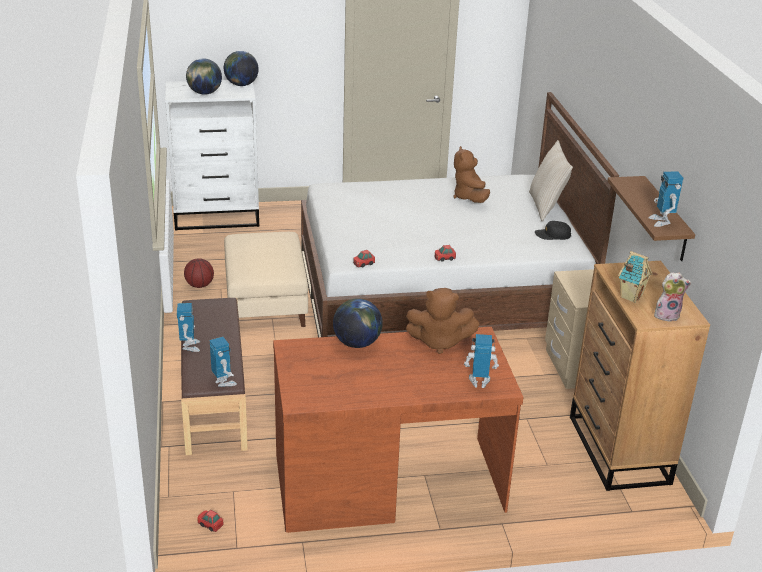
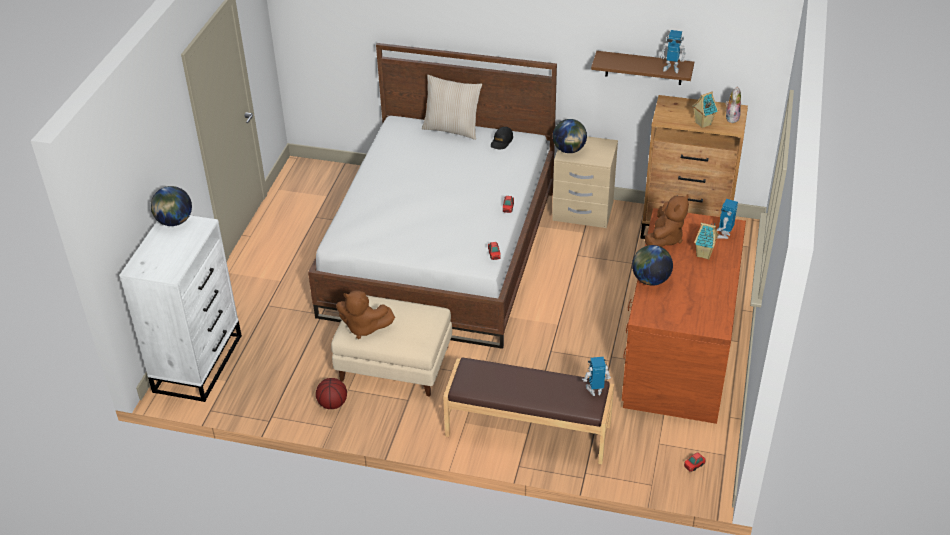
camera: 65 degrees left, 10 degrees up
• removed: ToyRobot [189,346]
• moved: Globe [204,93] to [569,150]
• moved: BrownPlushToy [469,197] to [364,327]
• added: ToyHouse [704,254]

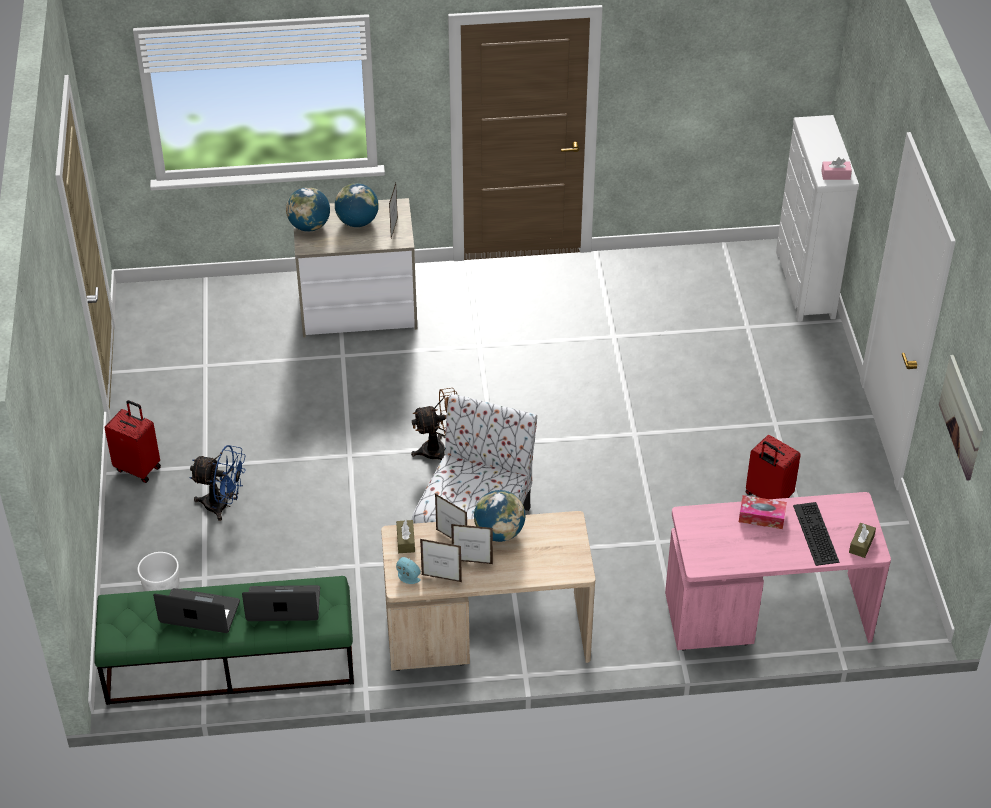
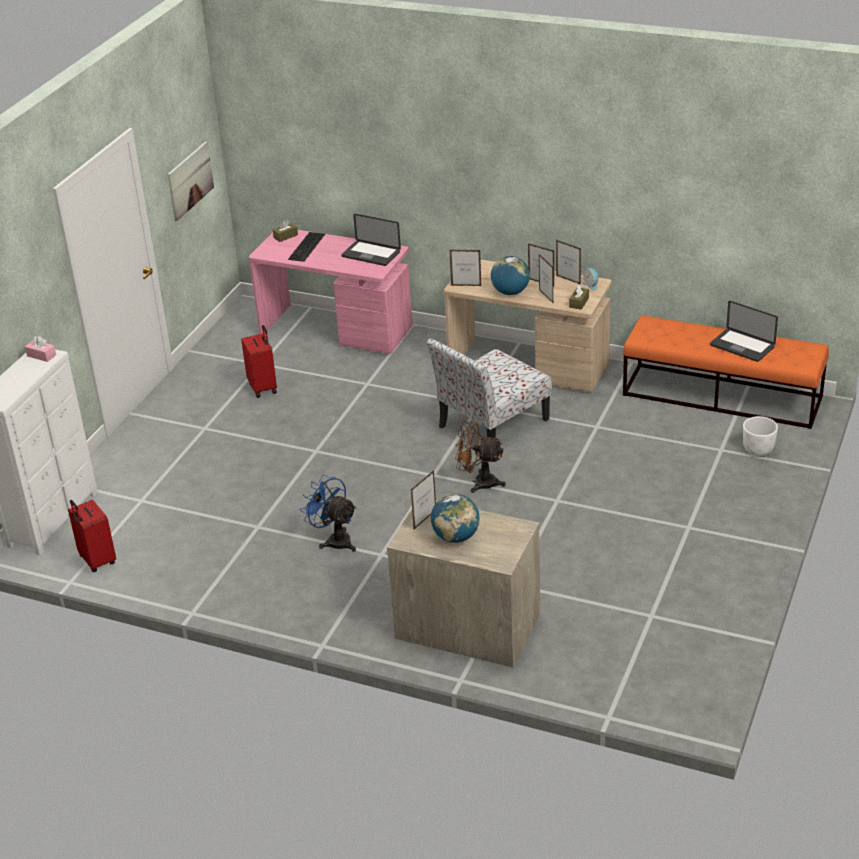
camera: 150 degrees left, 10 degrees down
• recoloured: GreenBench [229,664] to OrangeBench [722,396]
• moved: RedSuitcase [138,468] to [96,561]
• moved: BlueFan [223,505] to [334,540]
• moved: Laptop [283,605] to [371,254]
• removed: Globe [309,226]
• removed: TissueBox [761,517]
• added: PictureFrame [466,285]

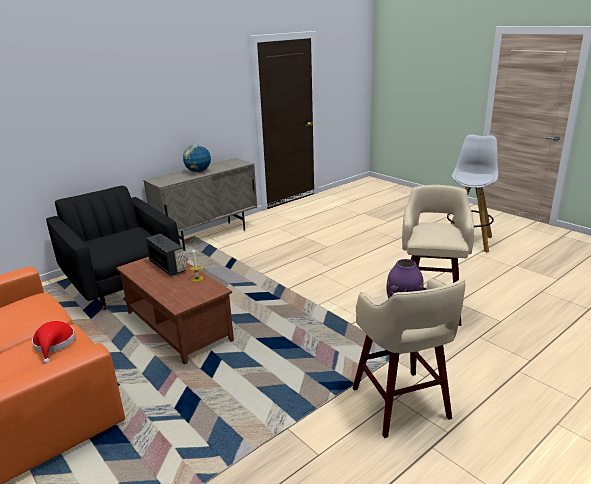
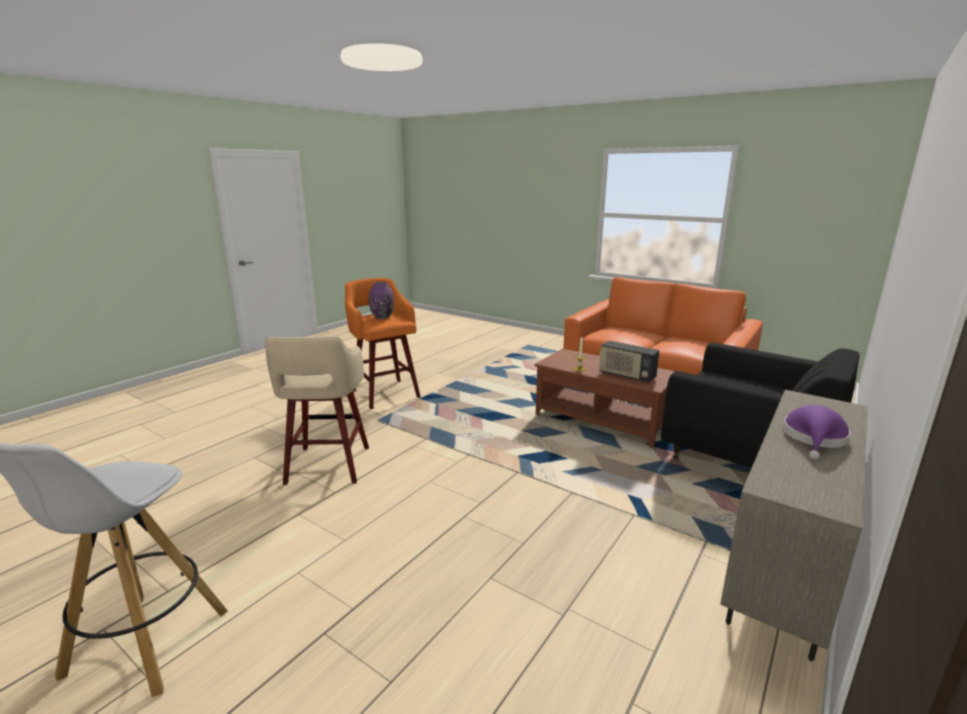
camera: 165 degrees right, 5 degrees down
• removed: RedHat [54,344]
• replaced: Globe [198,171] to PurpleHat [814,438]
• recoloured: BeigeStool [401,405] to OrangeStool [385,393]

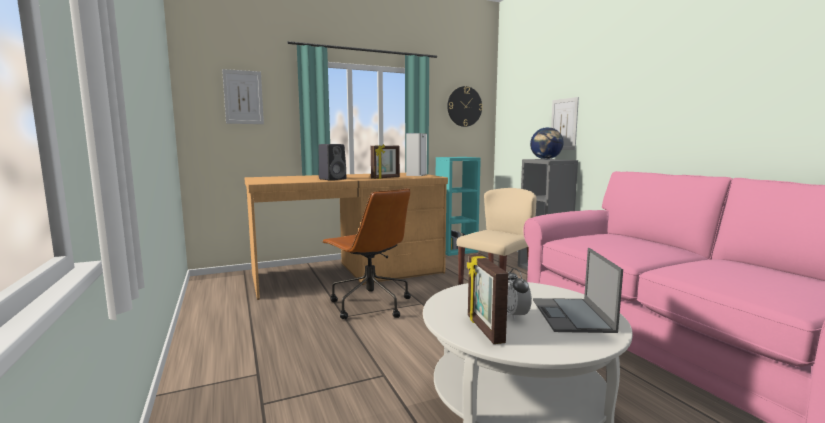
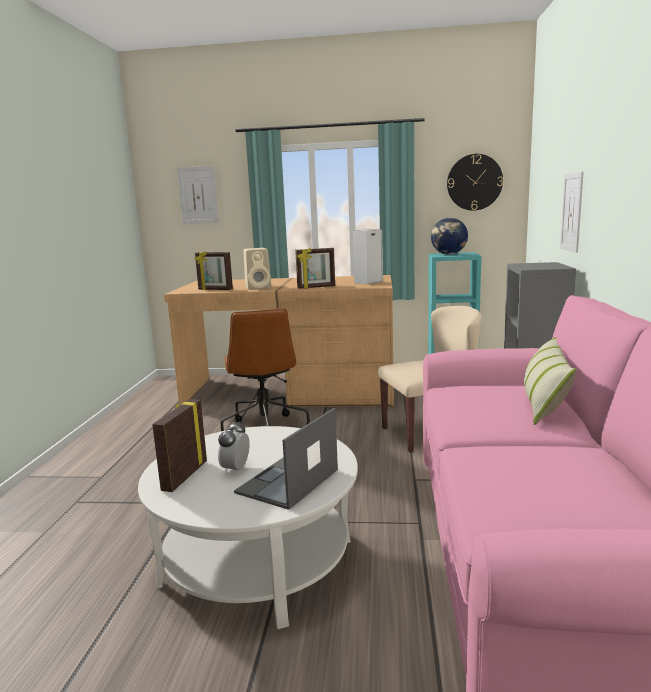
camera: 30 degrees right, 5 degrees up
• recoloured: BlackSpeaker [333,179] to BeigeSpeaker [259,287]
• moved: Globe [546,159] to [449,254]
• added: PictureFrame [215,290]
• added: Pillow [544,401]

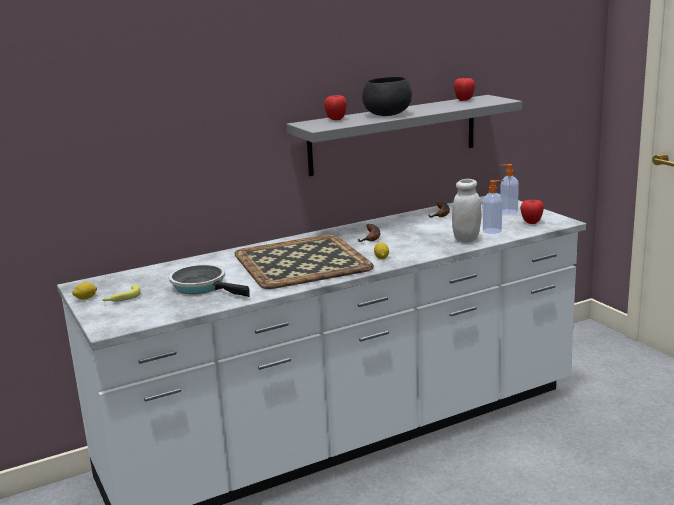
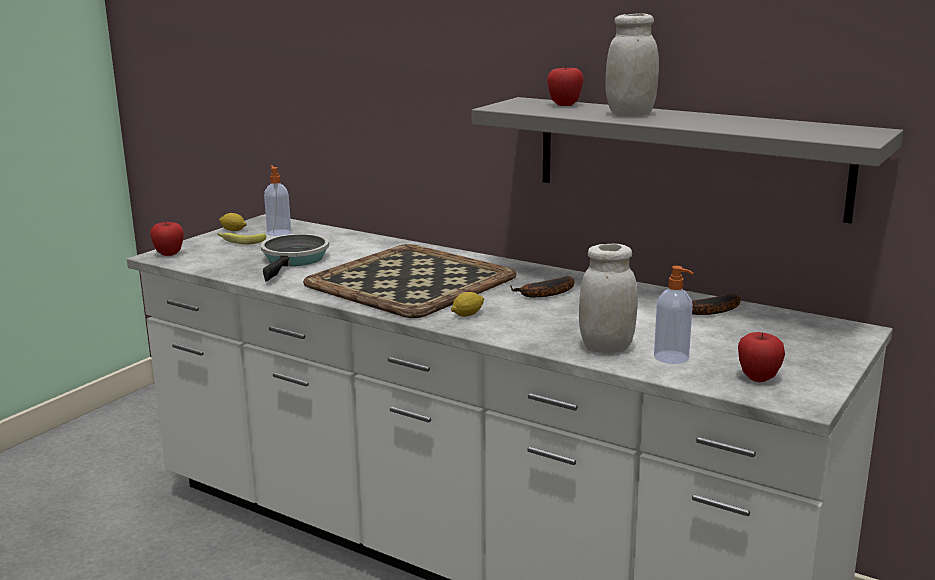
camera: 60 degrees right, 0 degrees up
• replaced: BlackBowl [386,114] to WhiteJar [630,114]
• moved: Apple [464,100] to [169,254]
• moved: SoapDispenser [508,211] to [279,232]

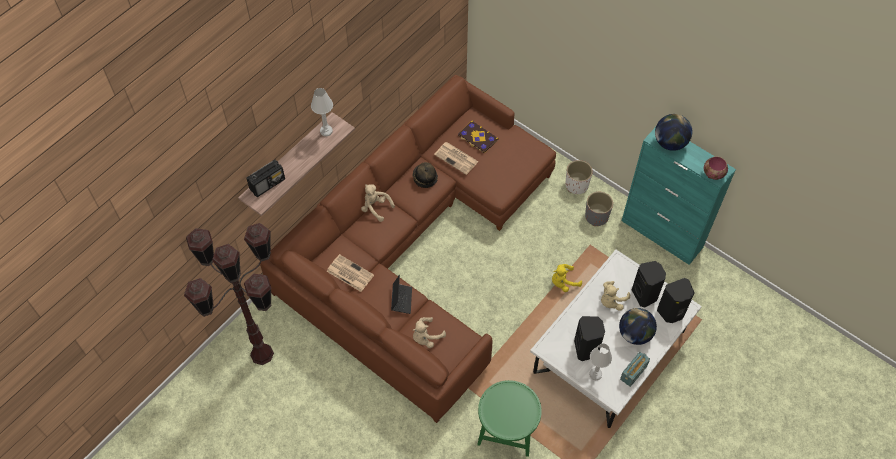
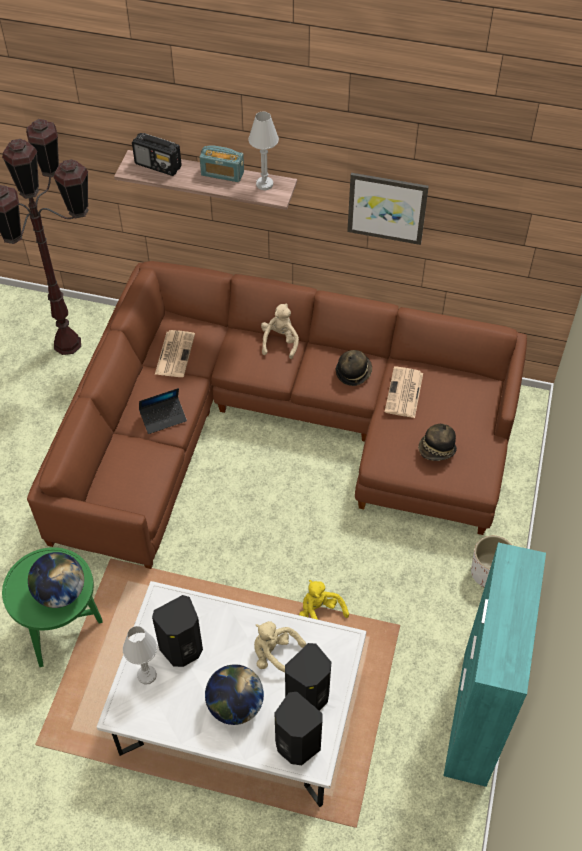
camera: 65 degrees right, 5 degrees down
• removed: BeigePlushToy [426,337]
• removed: Book [477,138]
• removed: GreyPlanter [596,216]
• moved: Radio [633,372] to [222,174]
• moved: Globe [670,143] to [60,592]
• removed: Bowl [713,174]
• added: Picture [387,207]
• added: Hat [436,450]

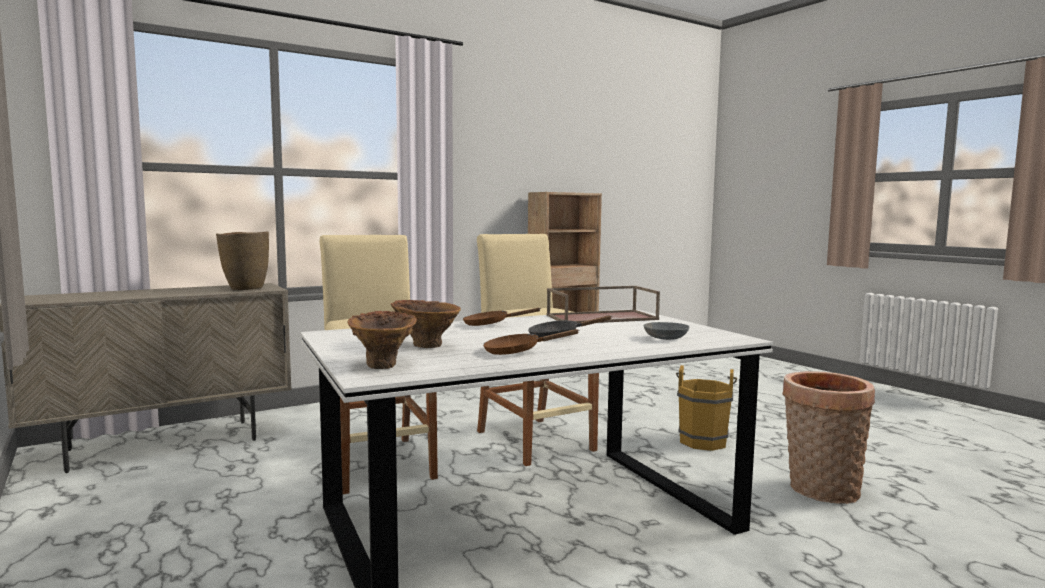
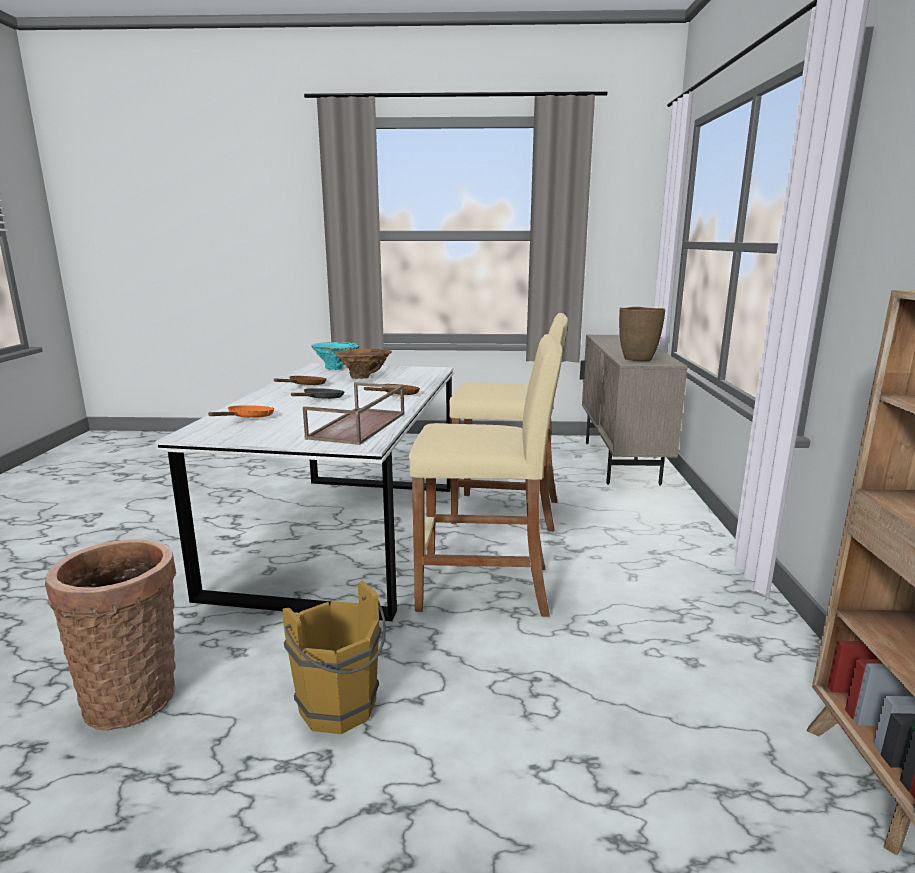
camera: 125 degrees right, 10 degrees up
• recoloured: BrownVase [384,364] to TurquoiseVase [337,369]
• replaced: GreyBowl [666,338] to OrangeFryingPan [248,418]

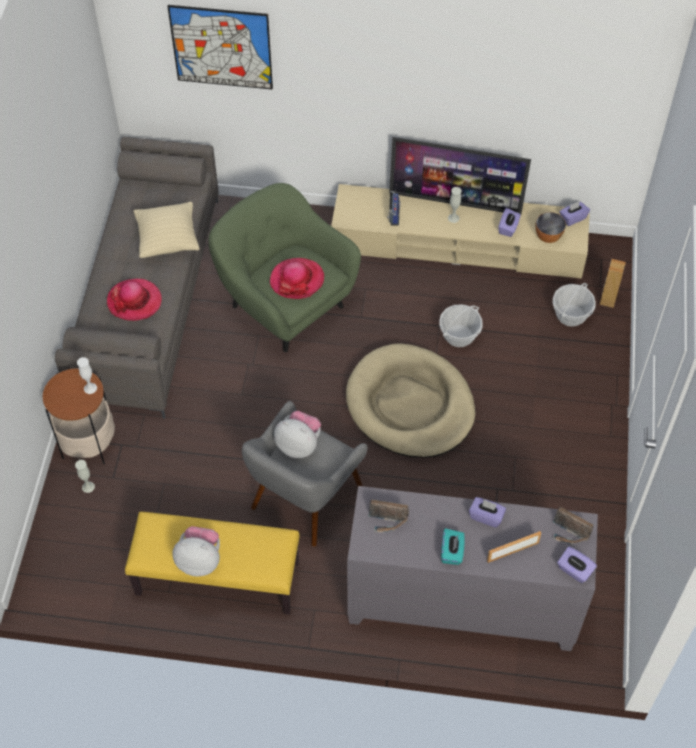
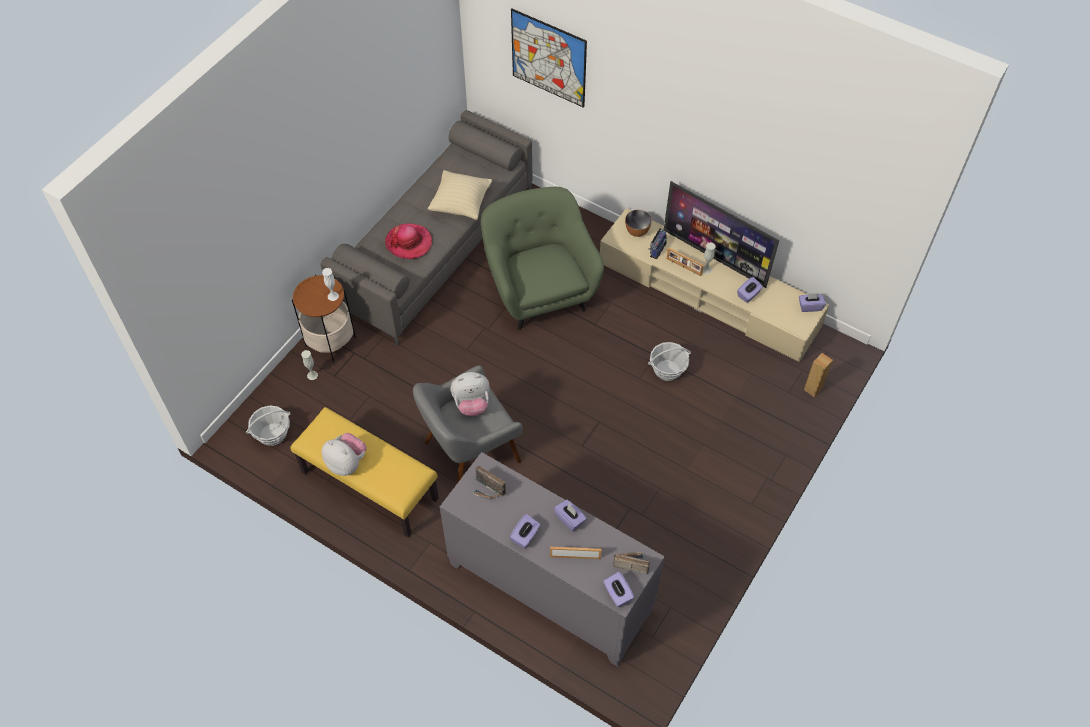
camera: 25 degrees right, 0 degrees up
• removed: Hat [297,280]
• turned: PlushToy [299,444] = [472,404] 120 degrees clockwise
• removed: BeigeDogBed [410,405]
• recoloured: TurquoiseTissueBox [452,552] to PurpleTissueBox [525,536]
• moved: Bowl [548,237] to [637,231]
• turned: Radio [569,534] = [630,563] 135 degrees clockwise
• moved: Basket [570,315] to [273,434]
• added: PictureFrame [683,267]

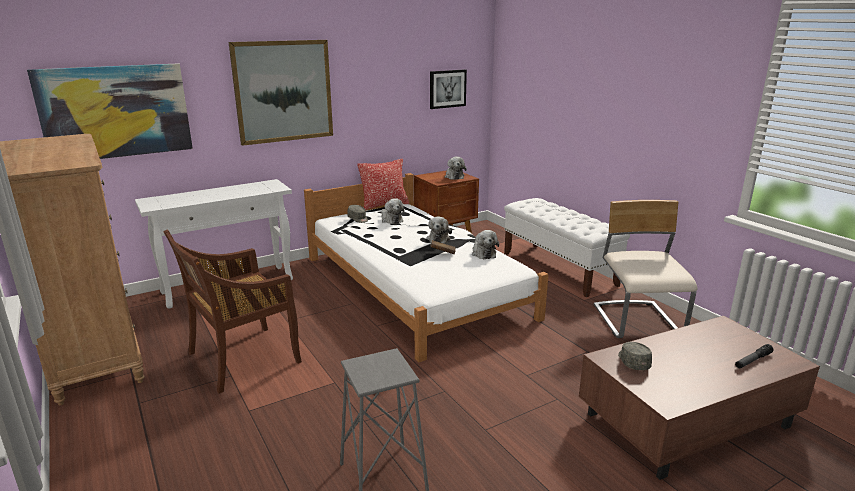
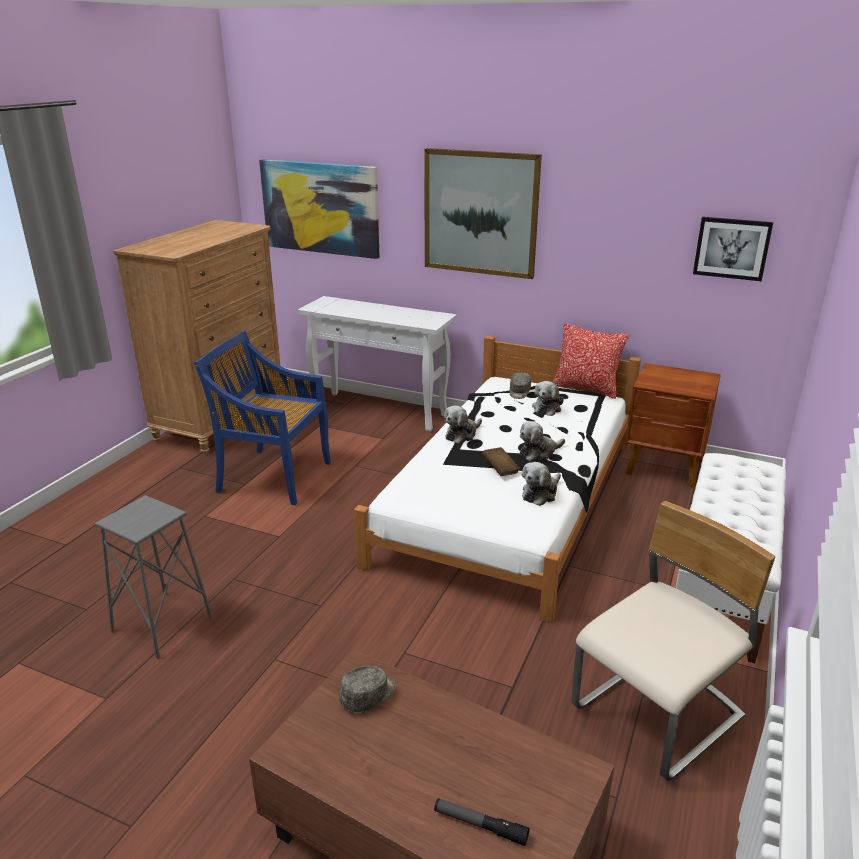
camera: 55 degrees right, 5 degrees up
• recoloured: BrownChair [242,359] to BlueChair [273,476]
• moved: PlushToy [454,176] to [462,434]

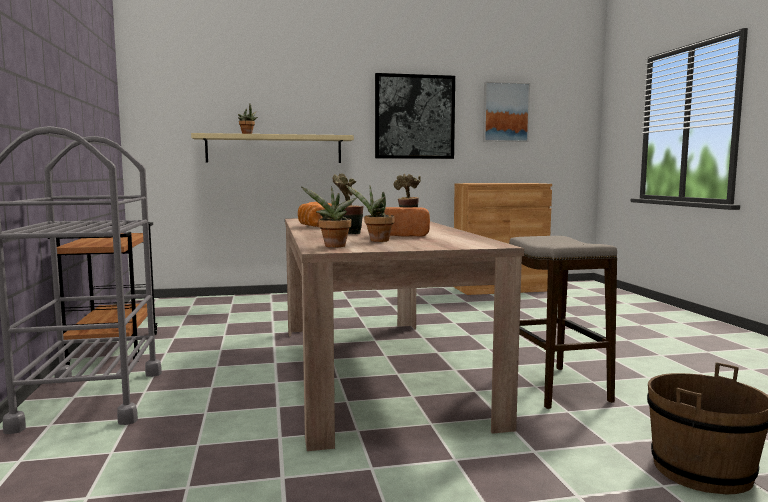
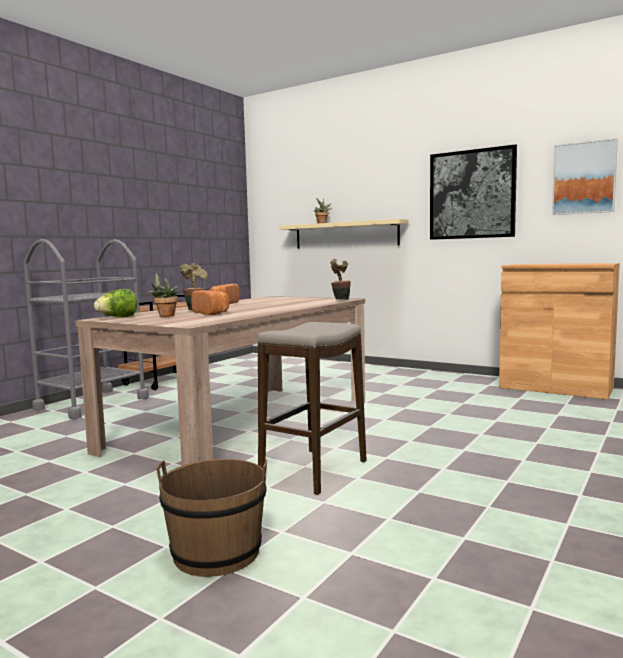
camera: 45 degrees right, 0 degrees up
• replaced: PottedPlant [333,246] to Lettuce [118,317]

